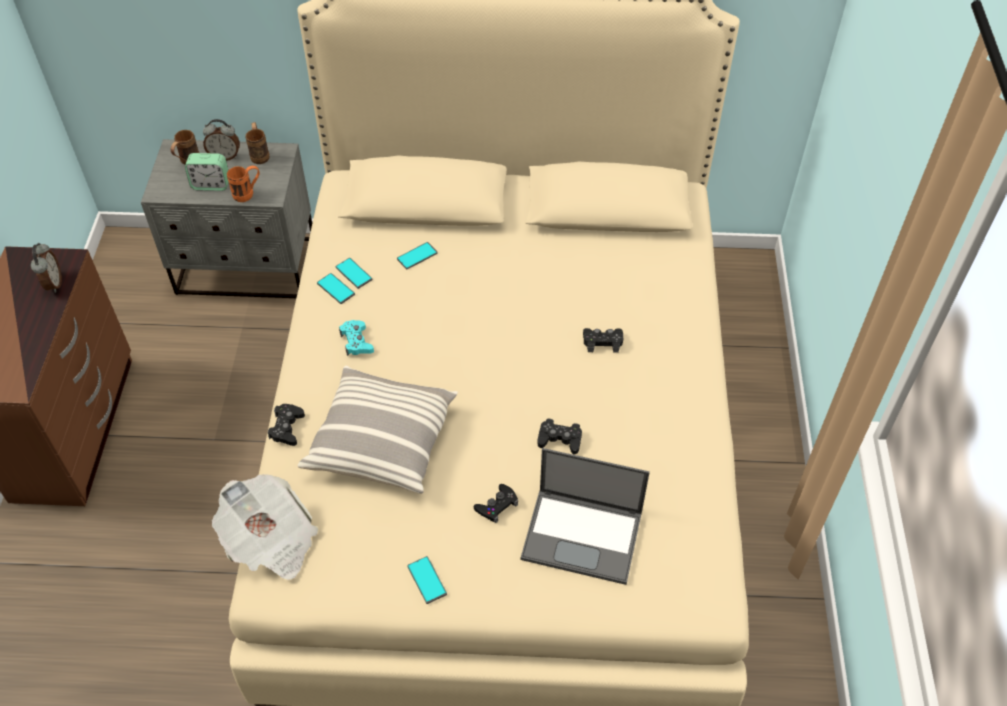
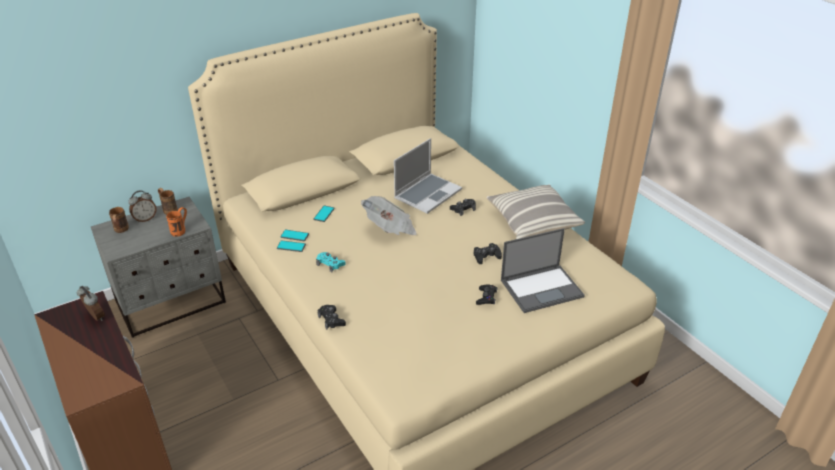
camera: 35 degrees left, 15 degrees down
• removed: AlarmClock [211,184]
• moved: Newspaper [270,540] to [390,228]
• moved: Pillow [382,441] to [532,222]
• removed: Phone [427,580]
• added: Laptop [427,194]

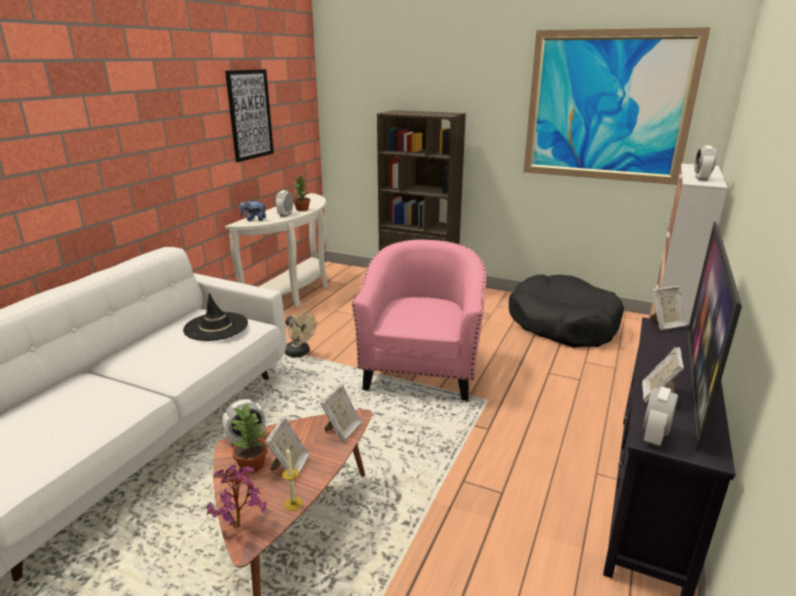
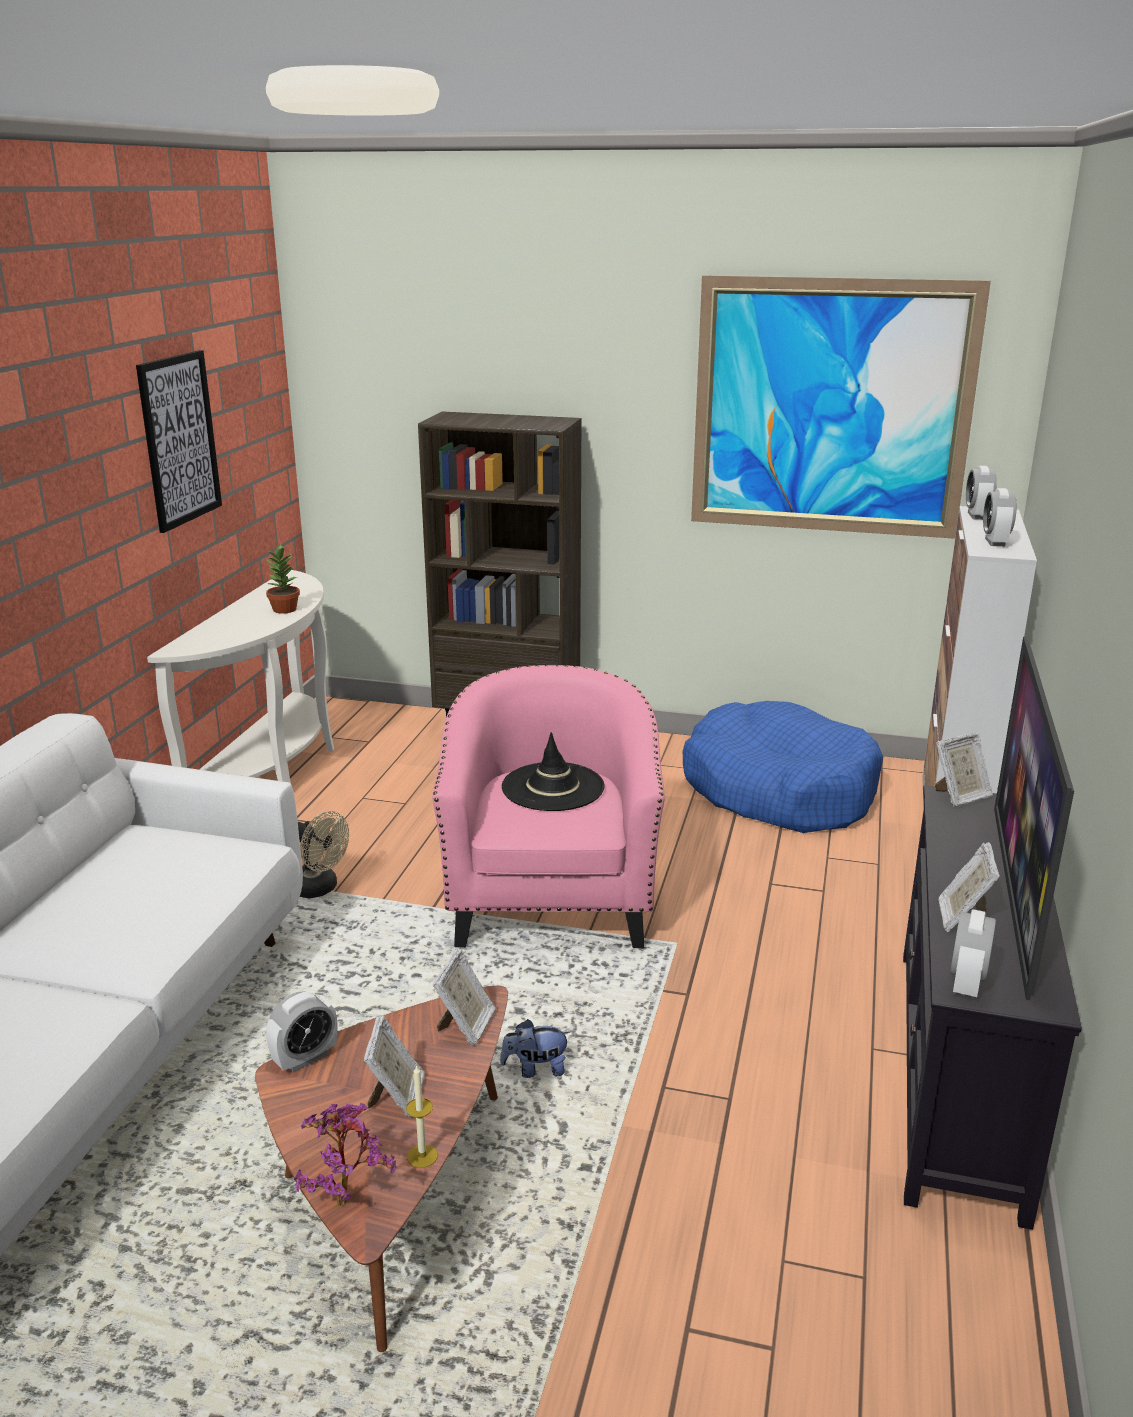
camera: 10 degrees left, 0 degrees up
• moved: BlackHat [216,327] to [553,787]
• removed: PottedPlant [251,464]
• moved: PlushToy [254,220] to [535,1069]
• moved: AlarmClock [285,214] to [977,516]
• recoloured: BlackDogBed [562,323] to BlueDogBed [779,789]

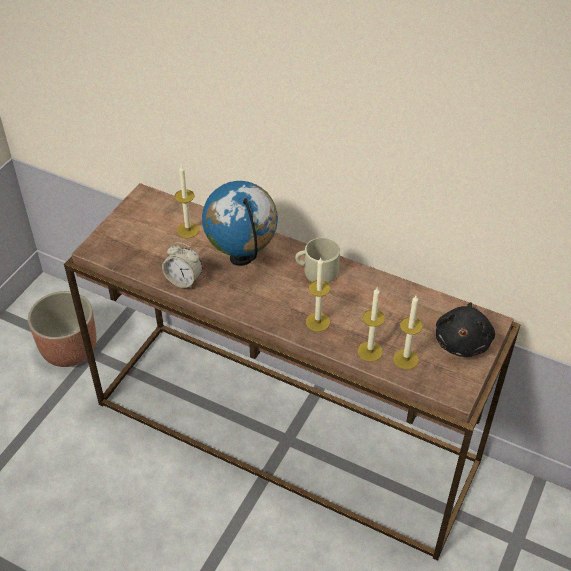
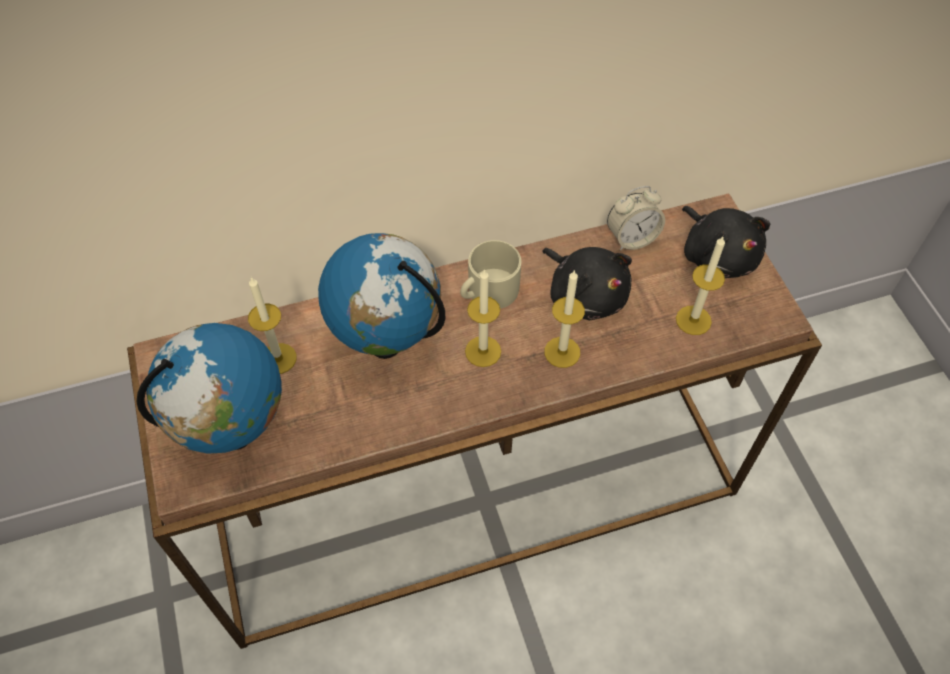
camera: 45 degrees left, 10 degrees up
• removed: Planter [69,349]
• moved: AlarmClock [183,280] to [631,238]
• moved: Candle [370,351] to [483,351]
• added: Globe [235,433]
• added: BlackPlushToy [585,294]

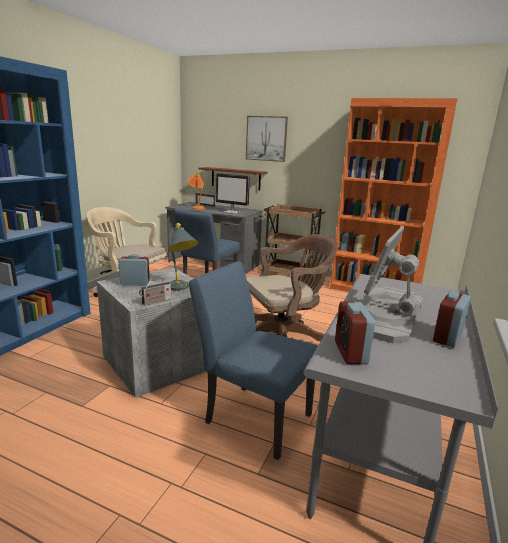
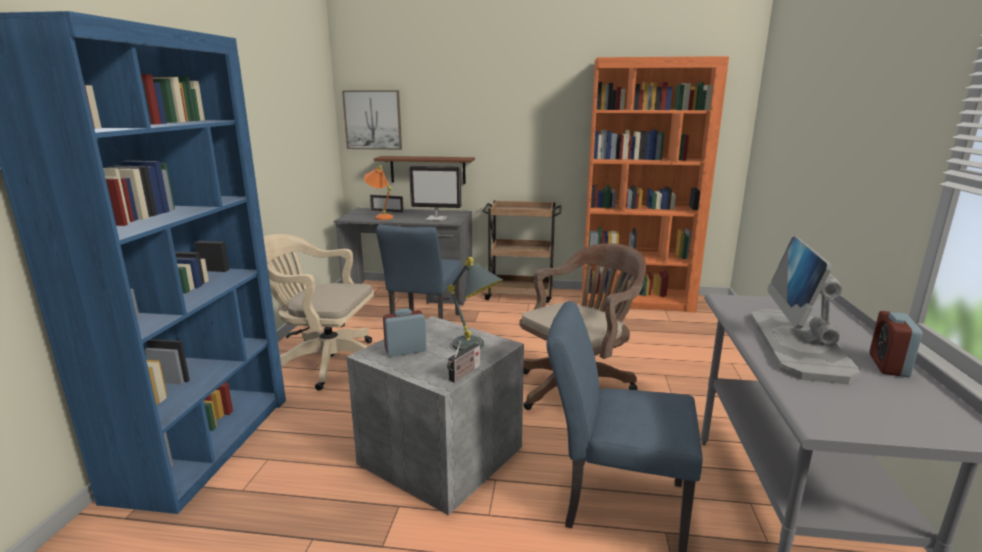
camera: 15 degrees left, 0 degrees up
• moved: Picture [266,138] to [373,120]
• removed: AlarmClock [350,353]

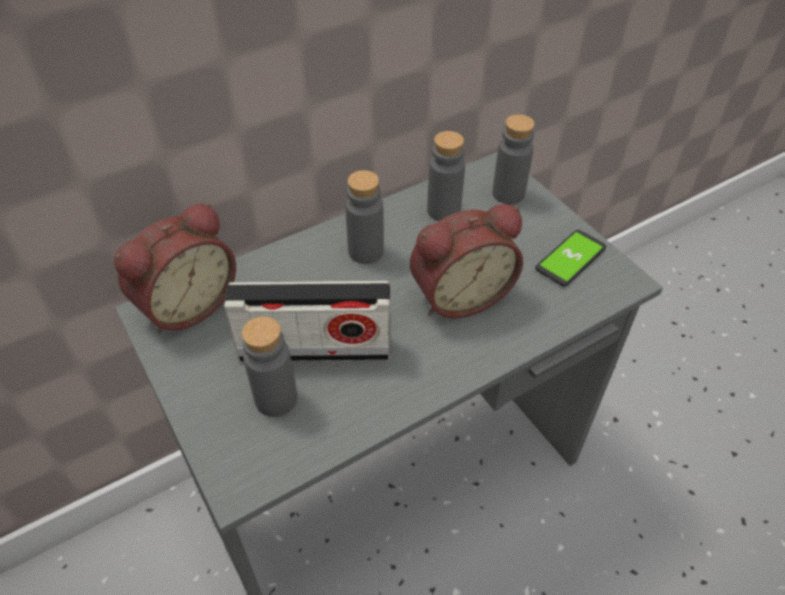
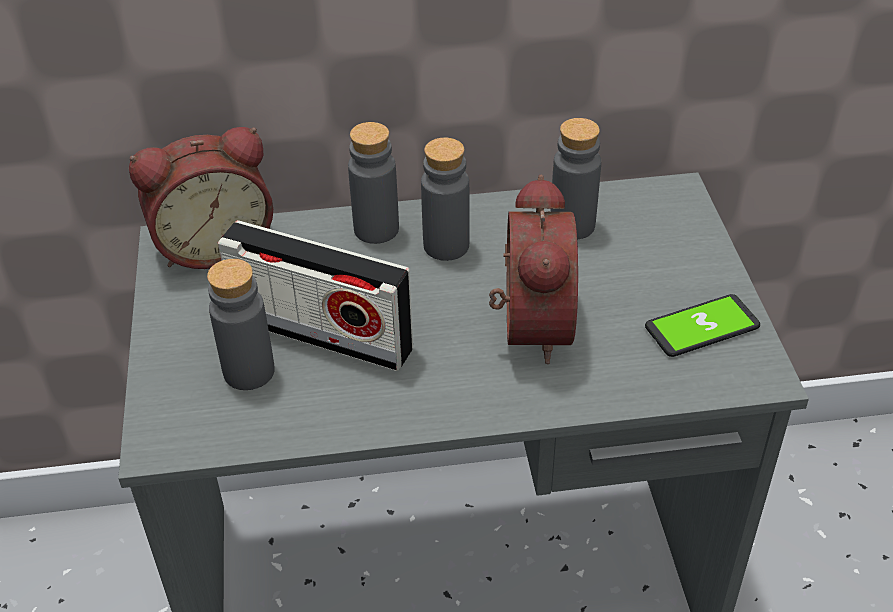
camera: 25 degrees right, 5 degrees down
• turned: AlarmClock [459,294] = [528,326] 90 degrees counterclockwise
• moved: GreyBottle [508,194] to [376,229]

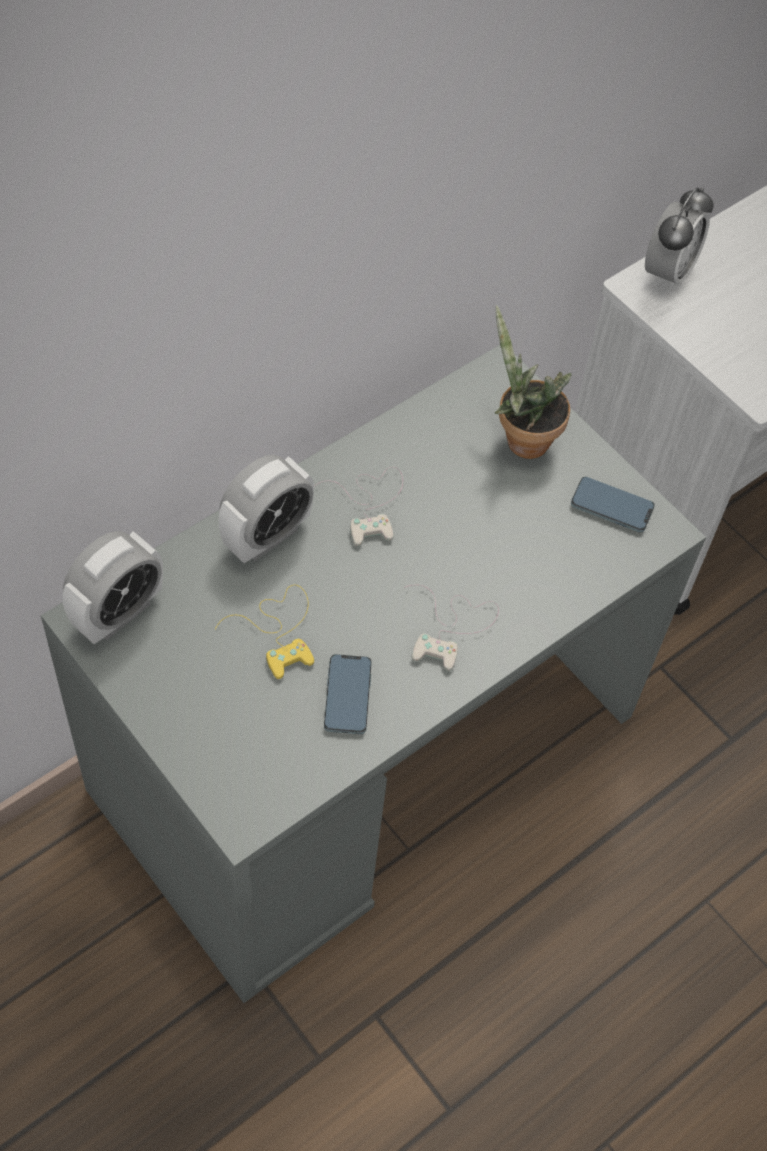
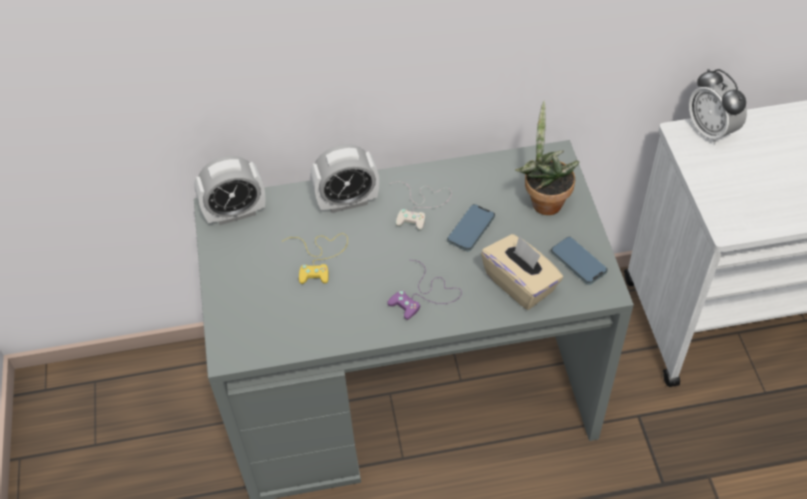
camera: 35 degrees right, 5 degrees down
• moved: Phone [347,696] to [471,229]
• recoloured: WhiteGameController [451,627] to PurpleGameController [425,294]
• turned: AlarmClock [668,272] = [711,131] 90 degrees clockwise
• added: BeigeTissueBox [520,283]

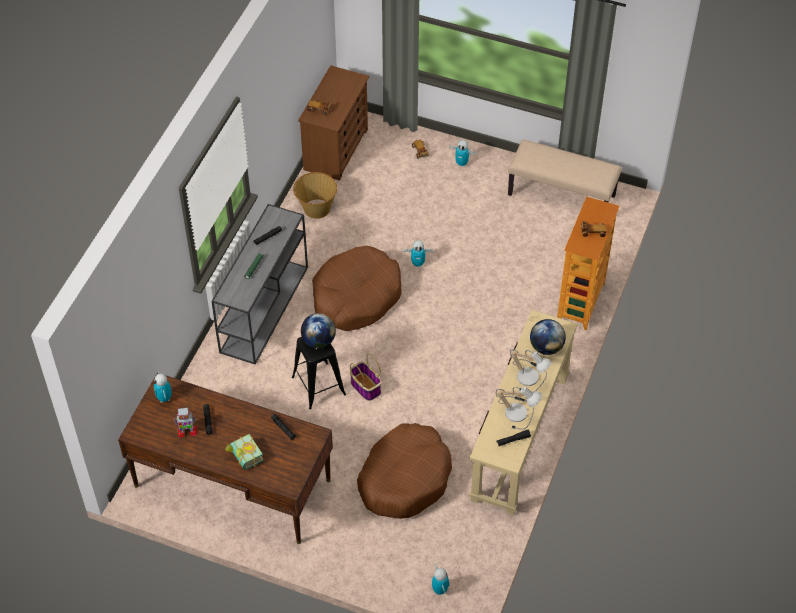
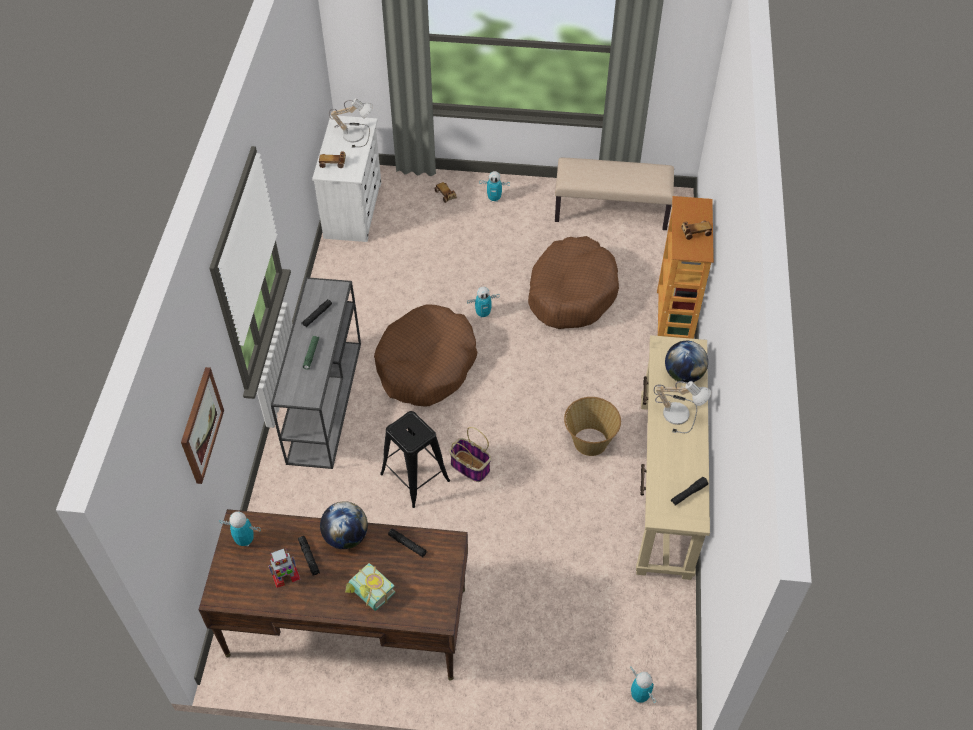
camera: 15 degrees left, 0 degrees up
• turned: ToyRobot [164,398] = [245,540] 135 degrees clockwise
• moved: Basket [316,208] to [589,442]
• recoloured: BrownDresser [336,149] to WhiteDresser [353,209]
• moved: Globe [318,341] to [346,536]
• moved: BrownDogBed [404,478] to [571,292]
• moved: TableLamp [518,411] to [355,133]
• added: Picture [201,425]

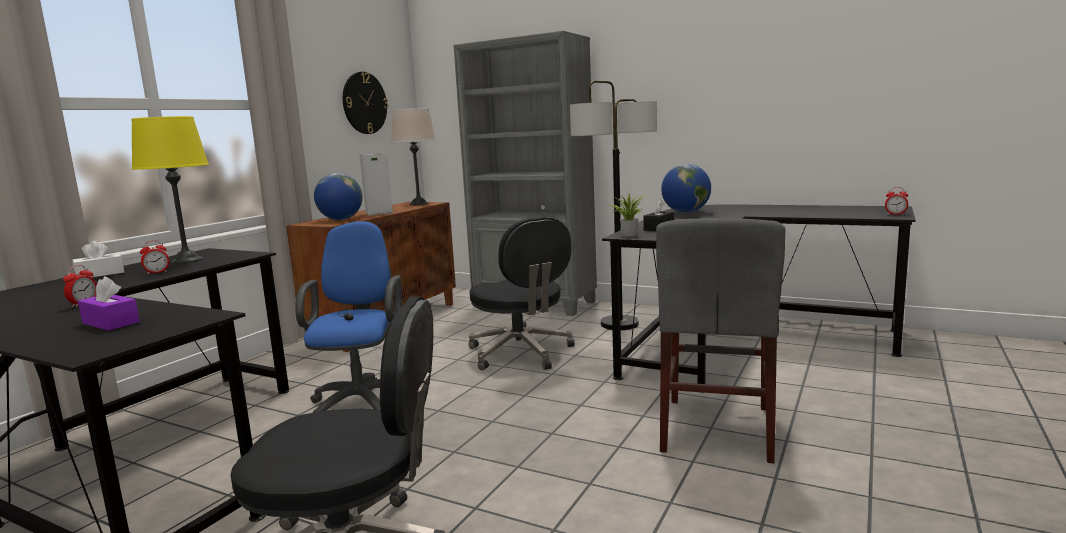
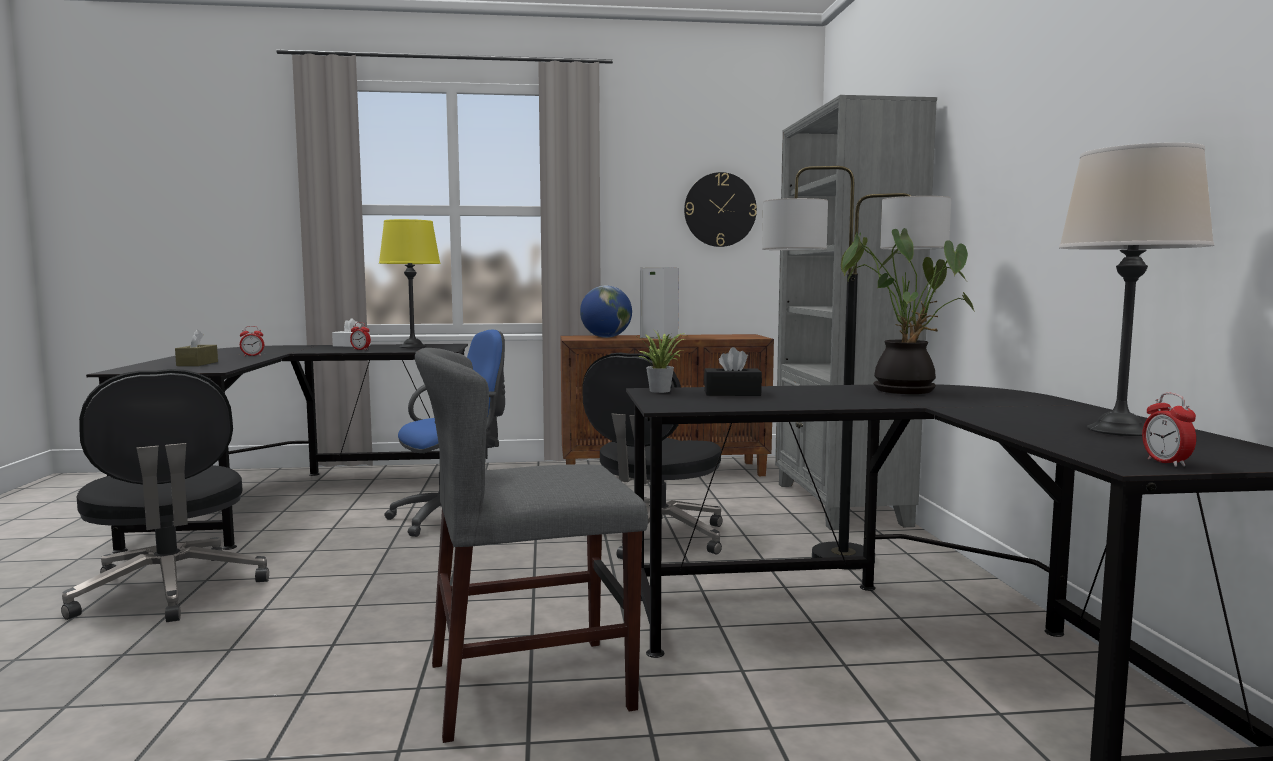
camera: 55 degrees right, 5 degrees down
• recoloured: PurpleTissueBox [111,323] to BrownTissueBox [197,364]
• moved: BeigeTableLamp [418,204] to [1118,430]
• replaced: Globe [686,212] to PottedPlant [904,390]

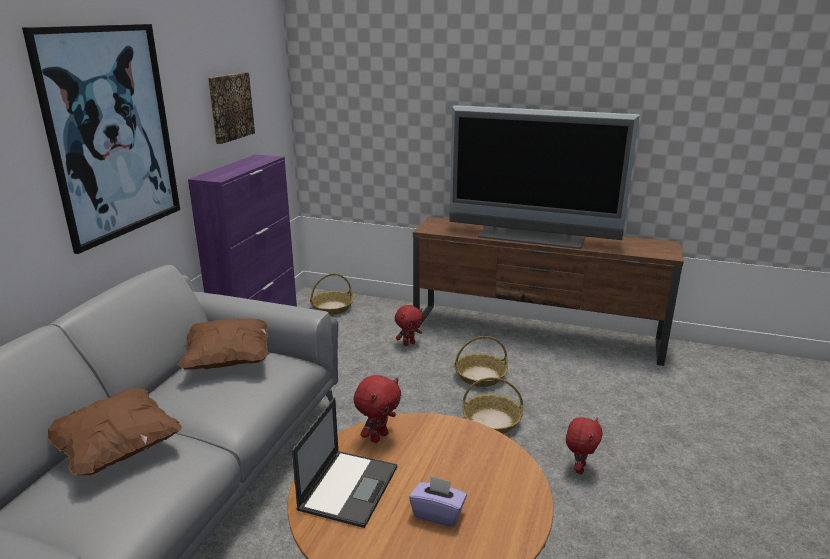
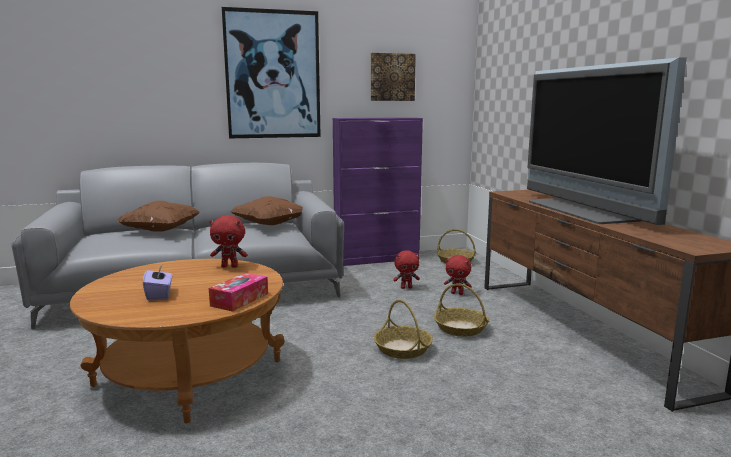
camera: 55 degrees right, 10 degrees down
• removed: Laptop [349,487]
• moved: RedPlushToy [579,468] to [406,287]
• added: TissueBox [239,299]

